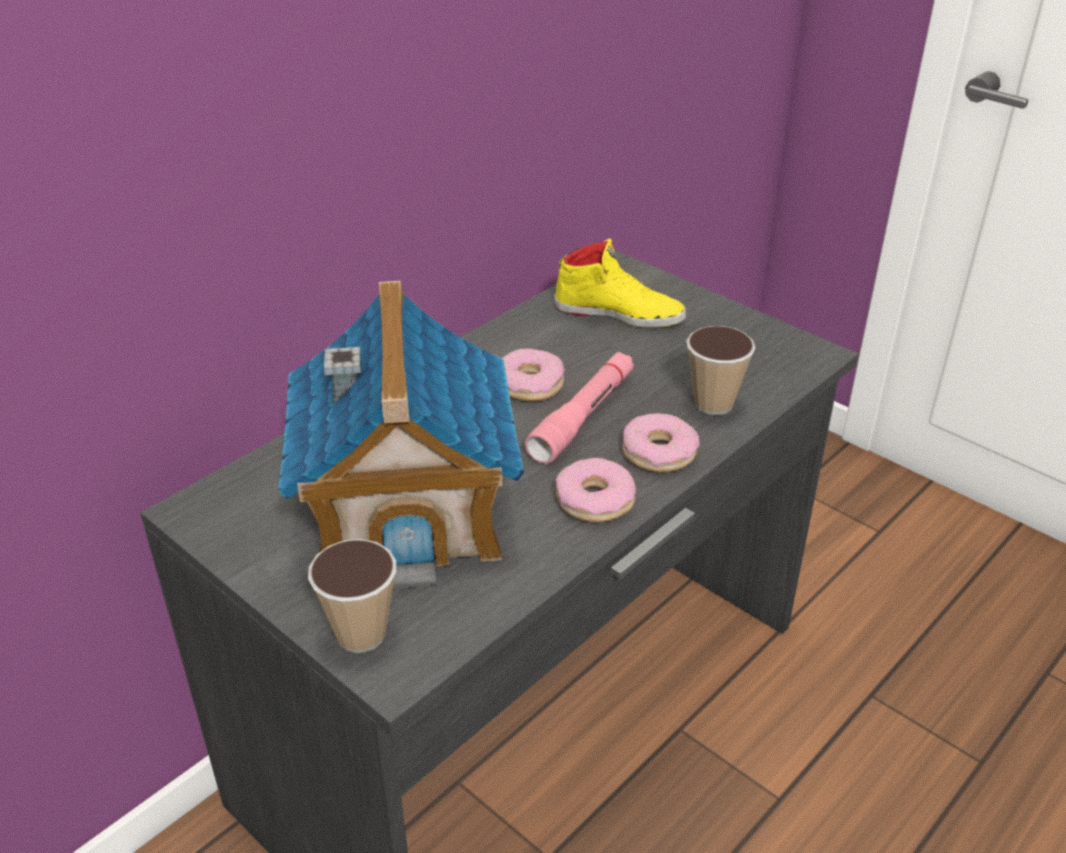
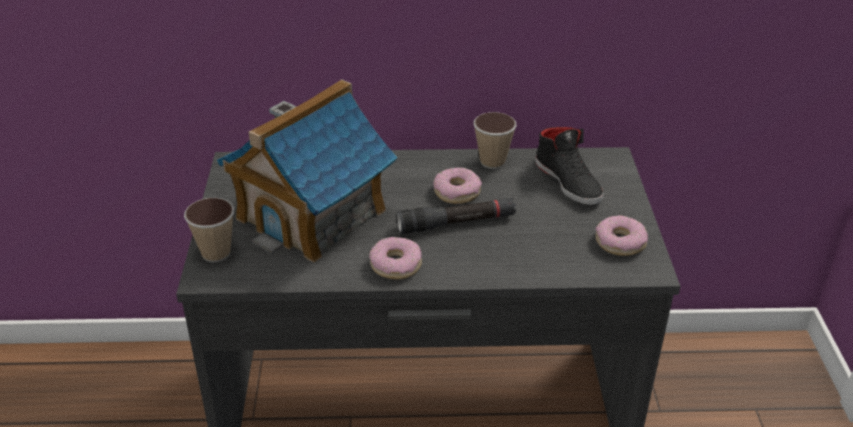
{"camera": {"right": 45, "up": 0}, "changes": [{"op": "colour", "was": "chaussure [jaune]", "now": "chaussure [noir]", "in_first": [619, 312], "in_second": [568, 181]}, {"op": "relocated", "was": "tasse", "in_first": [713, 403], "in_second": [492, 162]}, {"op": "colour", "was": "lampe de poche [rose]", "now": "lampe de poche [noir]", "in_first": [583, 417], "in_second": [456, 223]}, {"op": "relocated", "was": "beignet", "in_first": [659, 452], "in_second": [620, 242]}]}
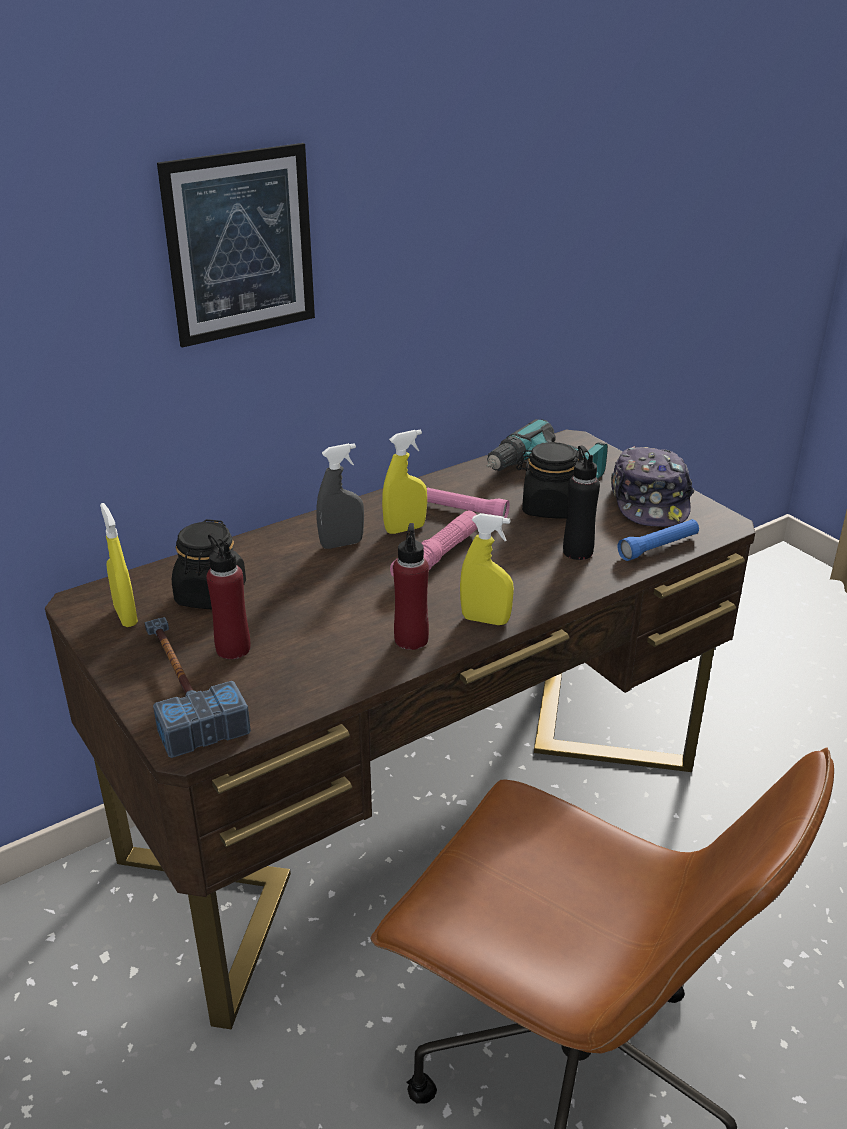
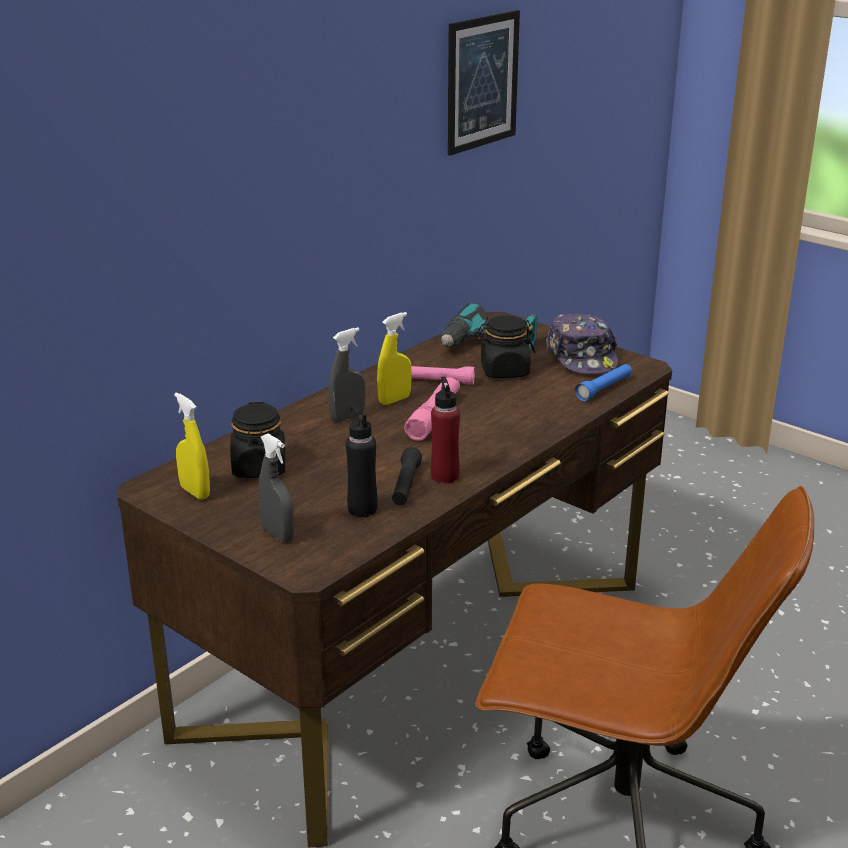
{"camera": {"right": -15, "up": -5}, "changes": [{"op": "relocated", "was": "tableau", "in_first": [240, 245], "in_second": [482, 82]}, {"op": "relocated", "was": "bouteille [noir]", "in_first": [577, 551], "in_second": [362, 509]}, {"op": "missing", "was": "vaporisateur [jaune]", "in_first": [485, 620]}, {"op": "missing", "was": "bouteille [rouge]", "in_first": [233, 648]}, {"op": "exchanged", "was": "marteau", "now": "vaporisateur [gris]", "in_first": [182, 688], "in_second": [278, 535]}, {"op": "appeared", "now": "lampe de poche [noir]", "in_second": [406, 485]}]}
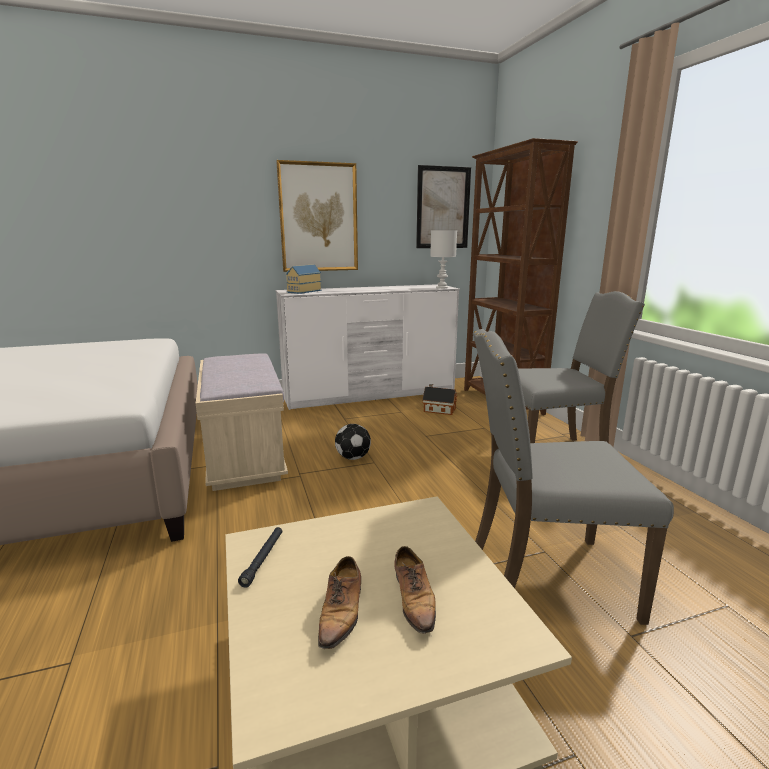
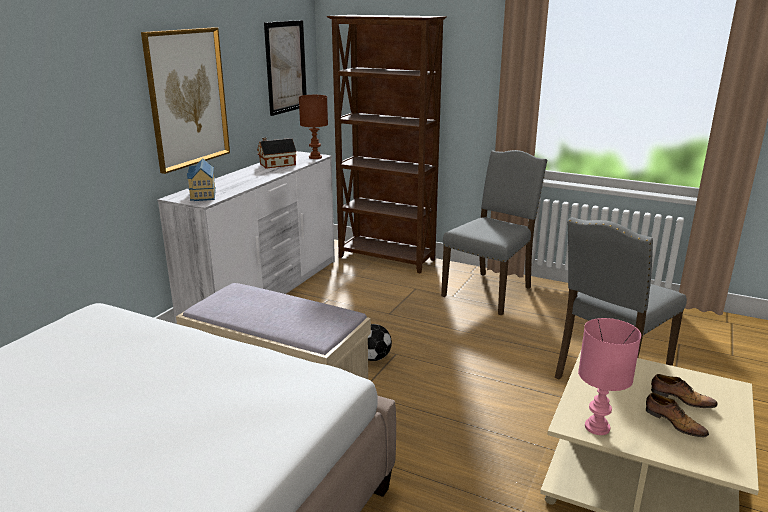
{"camera": {"right": -45, "up": 5}, "changes": [{"op": "colour", "was": "lampe de table [blanc]", "now": "lampe de table [marron]", "in_first": [441, 288], "in_second": [315, 157]}, {"op": "relocated", "was": "maison miniature", "in_first": [438, 410], "in_second": [276, 164]}, {"op": "exchanged", "was": "lampe de poche [noir]", "now": "lampe de table [rose]", "in_first": [263, 559], "in_second": [596, 427]}]}
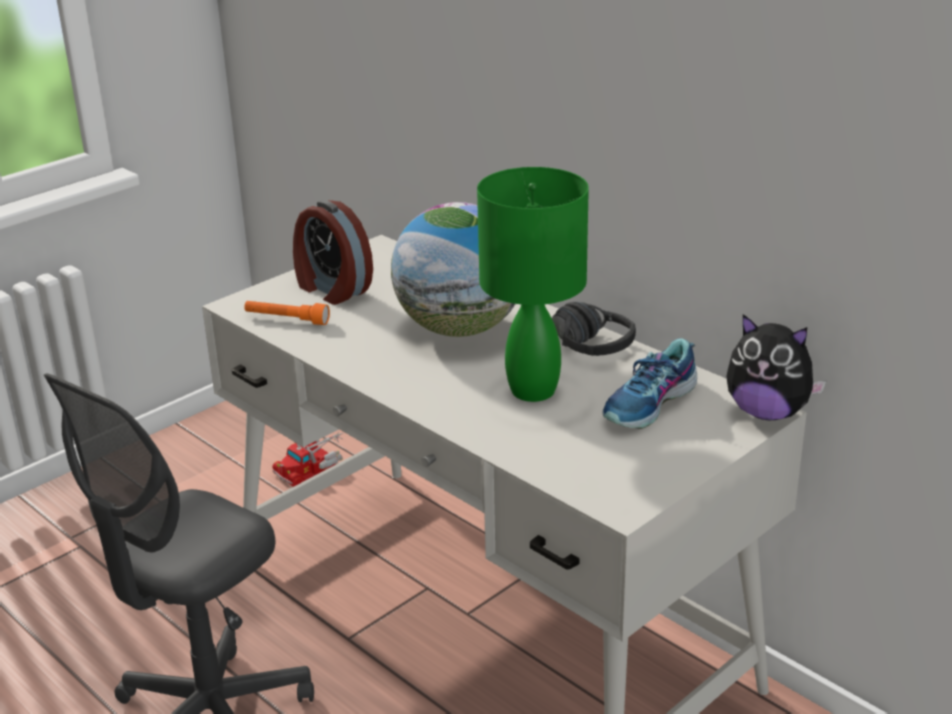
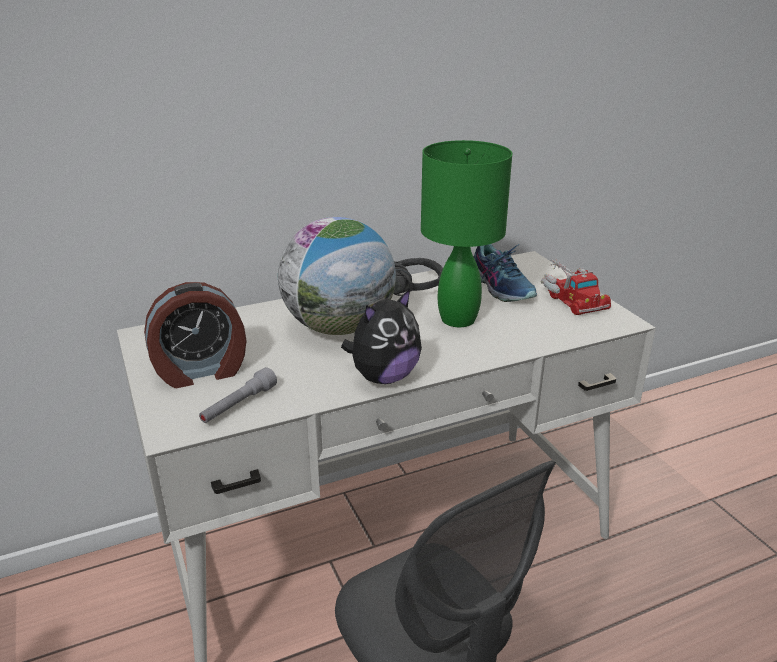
{"camera": {"right": -70, "up": 0}, "changes": [{"op": "colour", "was": "lampe de poche [orange]", "now": "lampe de poche [gris]", "in_first": [286, 320], "in_second": [238, 405]}, {"op": "relocated", "was": "peluche", "in_first": [767, 412], "in_second": [384, 377]}, {"op": "relocated", "was": "camion jouet", "in_first": [312, 467], "in_second": [571, 297]}]}
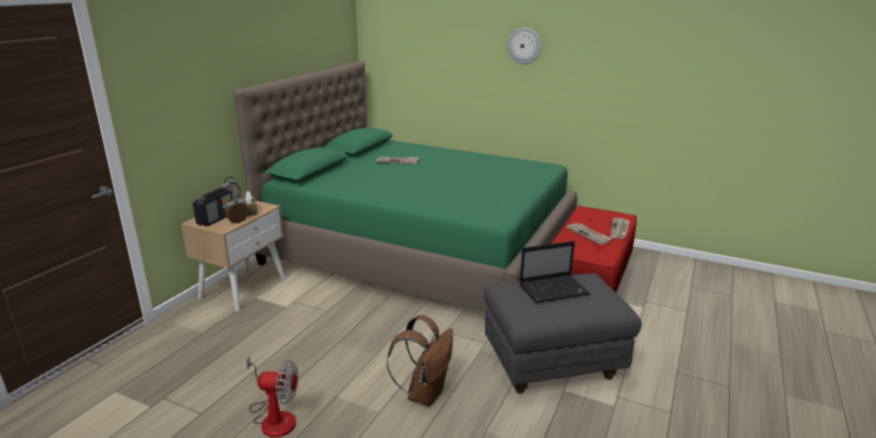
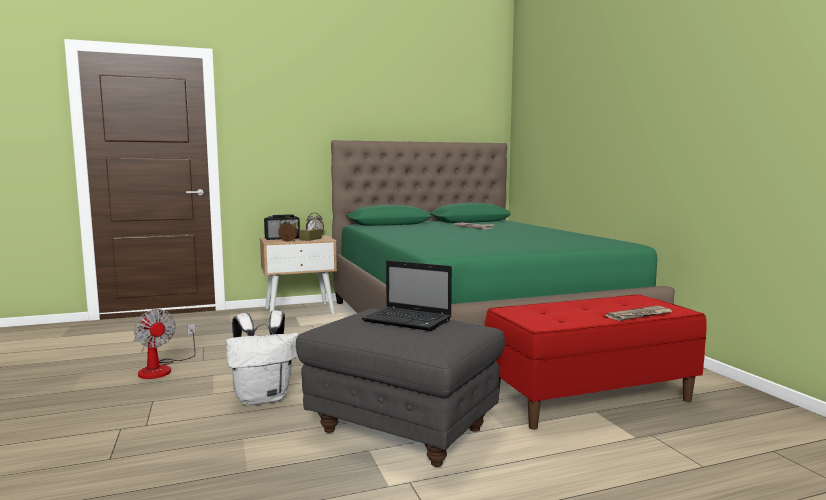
{"camera": {"right": 45, "up": -15}, "changes": [{"op": "missing", "was": "horloge murale", "in_first": [524, 45]}, {"op": "missing", "was": "journal", "in_first": [589, 235]}, {"op": "colour", "was": "sac à dos [marron]", "now": "sac à dos [blanc]", "in_first": [425, 393], "in_second": [263, 398]}]}
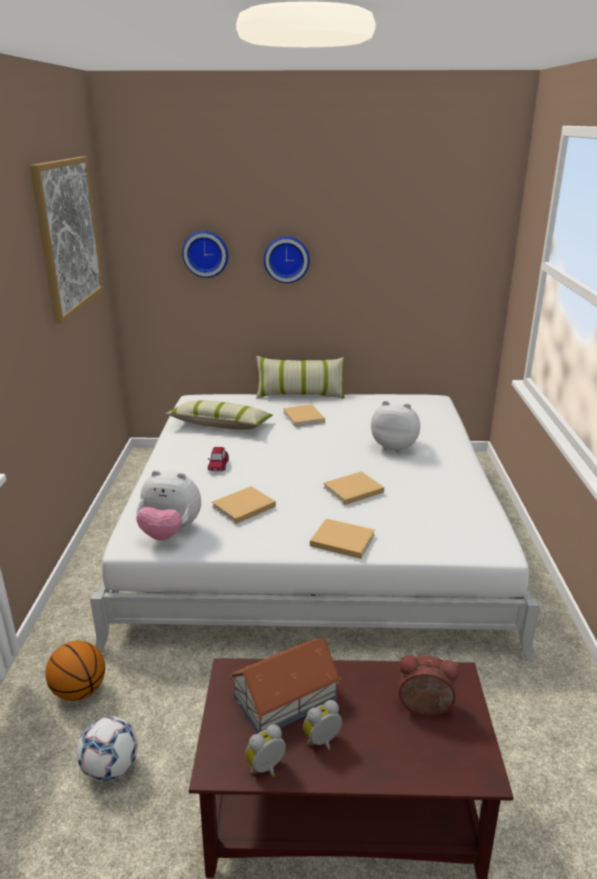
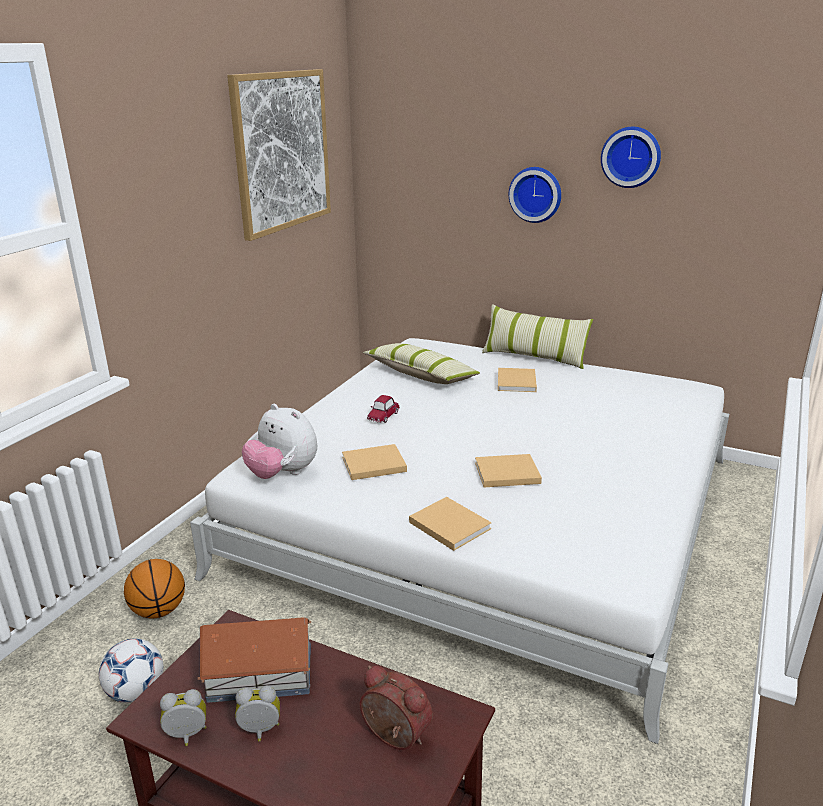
{"camera": {"right": 25, "up": 0}, "changes": [{"op": "relocated", "was": "horloge murale", "in_first": [206, 253], "in_second": [631, 157]}, {"op": "missing", "was": "peluche", "in_first": [395, 447]}]}
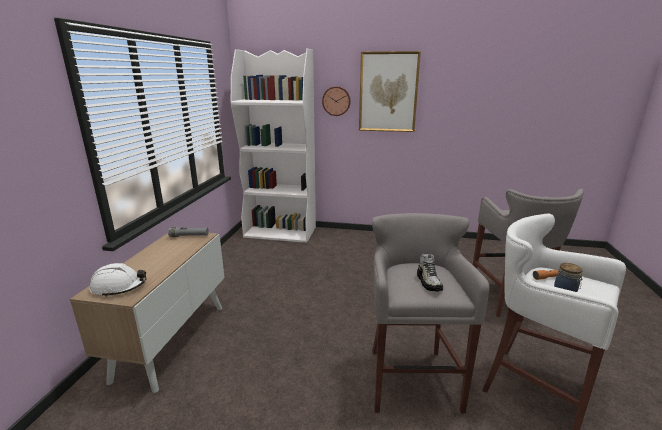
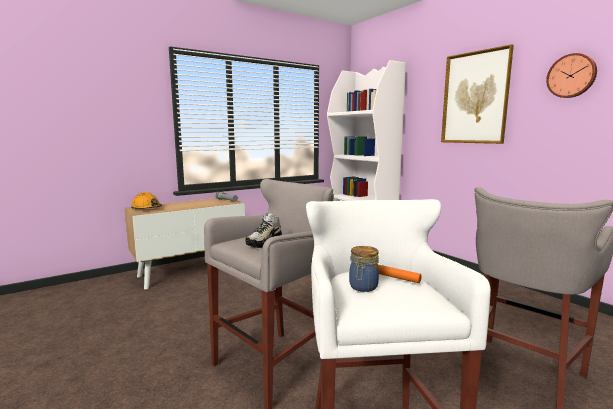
{"camera": {"right": 45, "up": -10}, "changes": [{"op": "relocated", "was": "horloge murale", "in_first": [336, 101], "in_second": [571, 76]}, {"op": "colour", "was": "casque de chantier [blanc]", "now": "casque de chantier [orange]", "in_first": [119, 287], "in_second": [147, 208]}]}
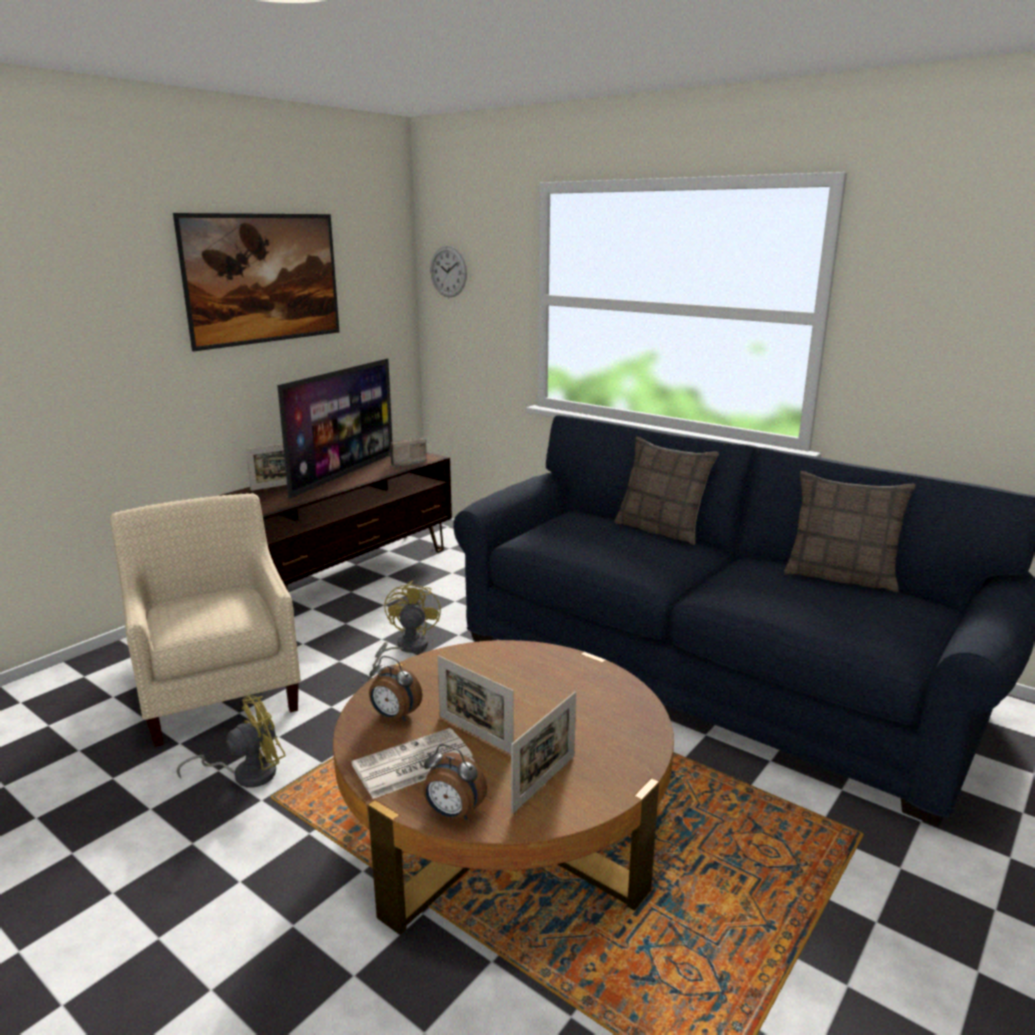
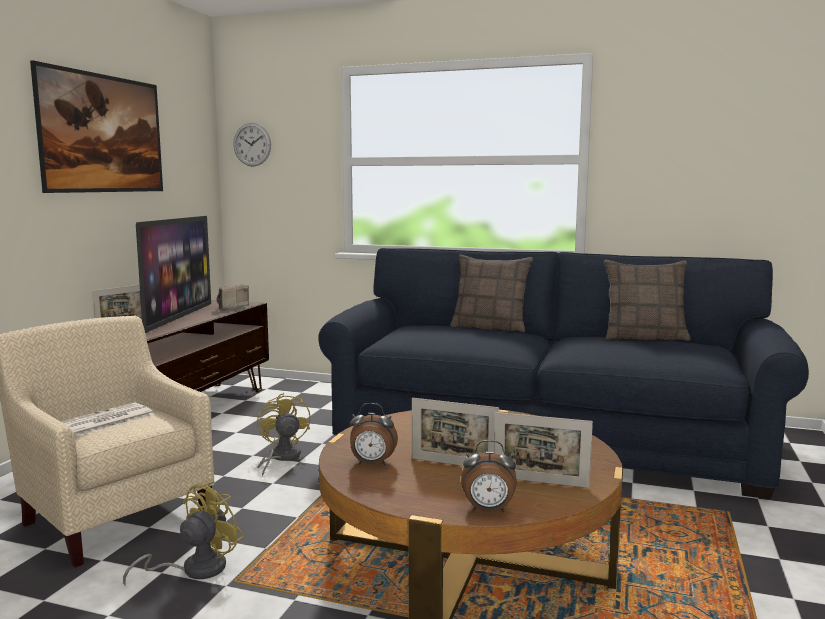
{"camera": {"right": -20, "up": -10}, "changes": [{"op": "spun", "was": "cadre photo", "in_first": [544, 783], "in_second": [540, 482], "clockwise": 90}, {"op": "relocated", "was": "journal", "in_first": [412, 764], "in_second": [105, 421]}]}
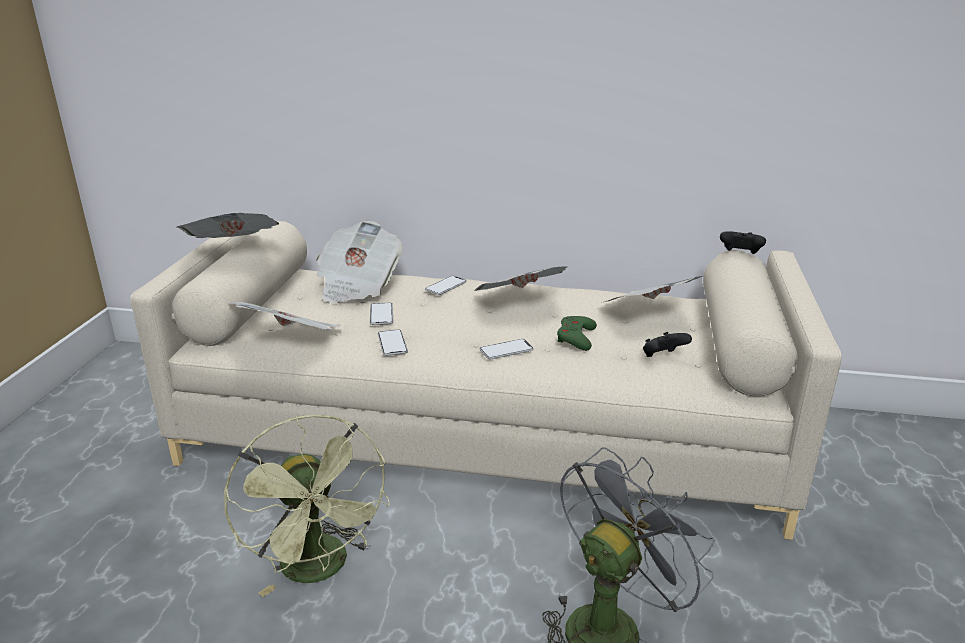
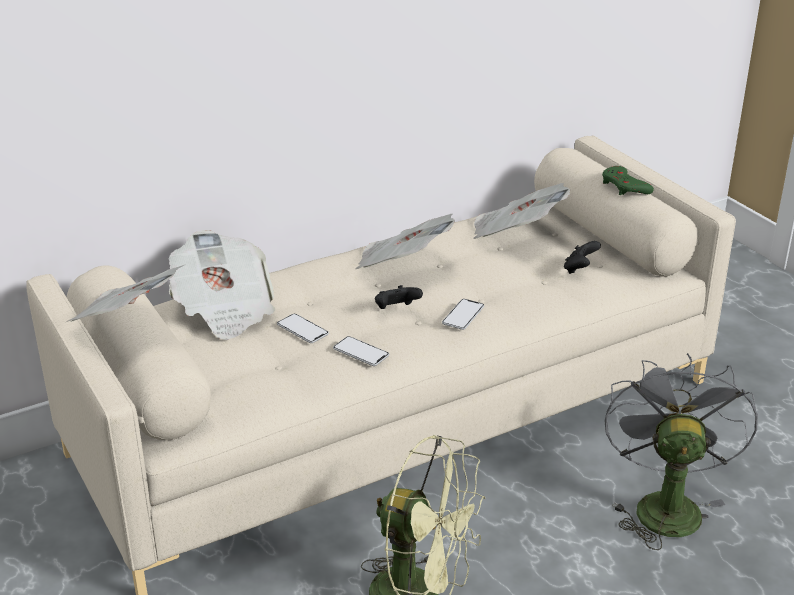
{"camera": {"right": -40, "up": 5}, "changes": [{"op": "relocated", "was": "manette [noir]", "in_first": [740, 254], "in_second": [396, 310]}, {"op": "missing", "was": "téléphone", "in_first": [446, 286]}, {"op": "missing", "was": "journal", "in_first": [292, 341]}, {"op": "relocated", "was": "manette [vert]", "in_first": [576, 337], "in_second": [624, 186]}]}
